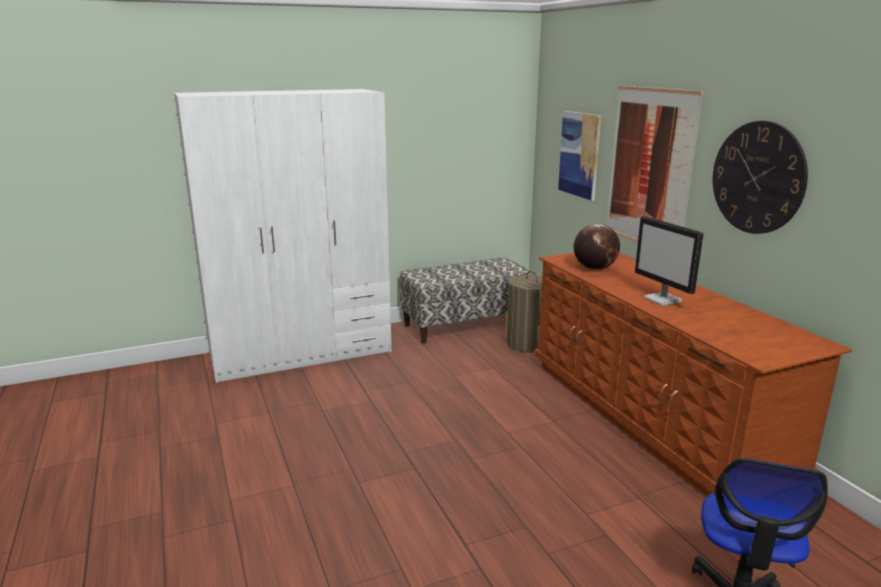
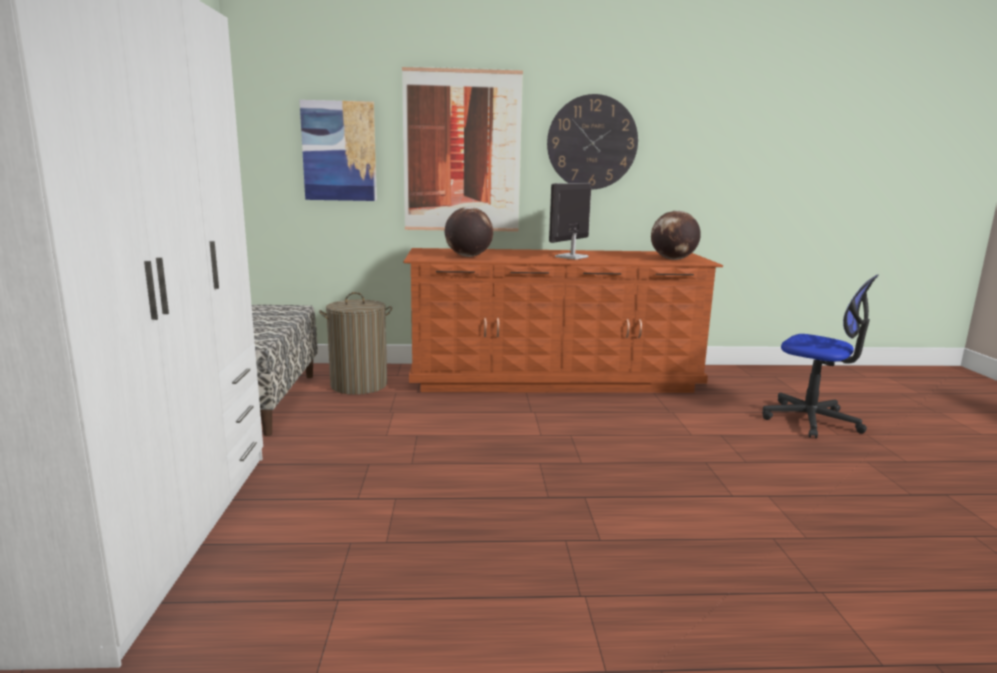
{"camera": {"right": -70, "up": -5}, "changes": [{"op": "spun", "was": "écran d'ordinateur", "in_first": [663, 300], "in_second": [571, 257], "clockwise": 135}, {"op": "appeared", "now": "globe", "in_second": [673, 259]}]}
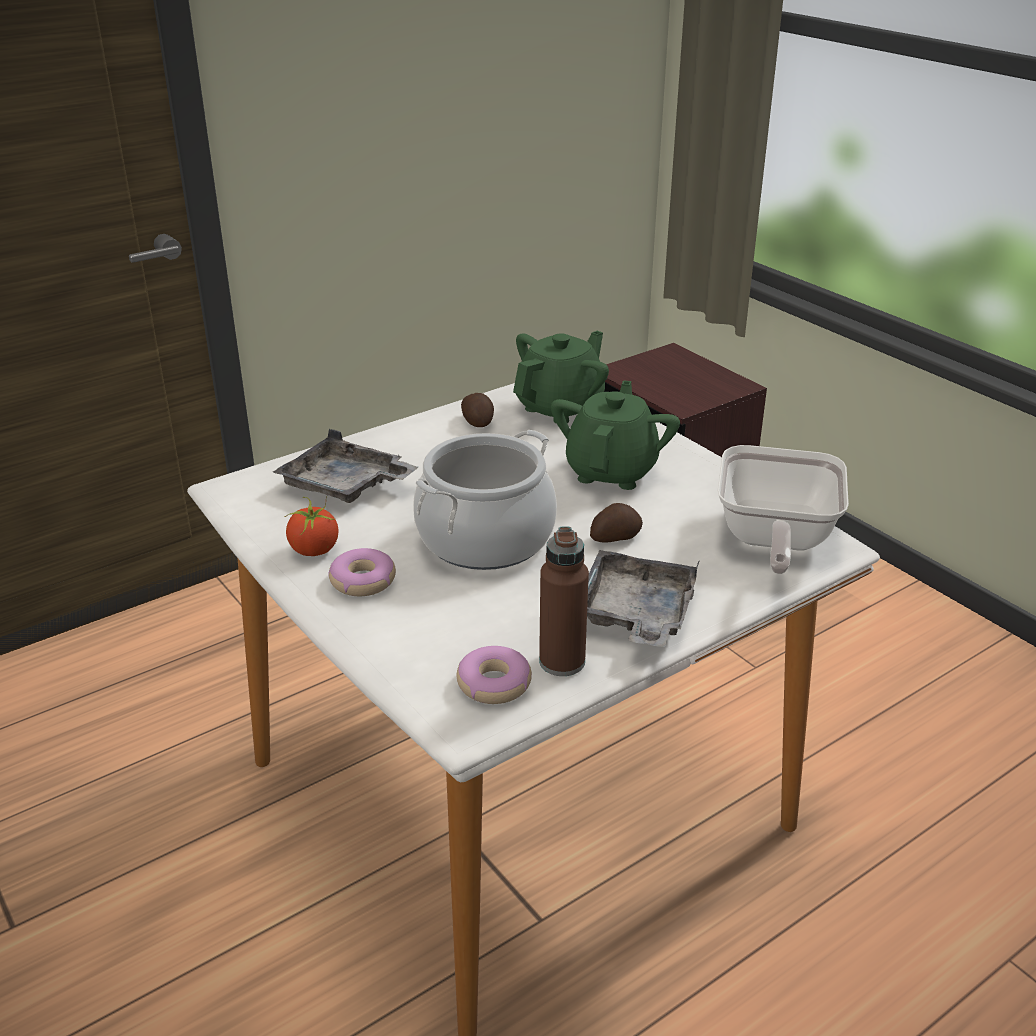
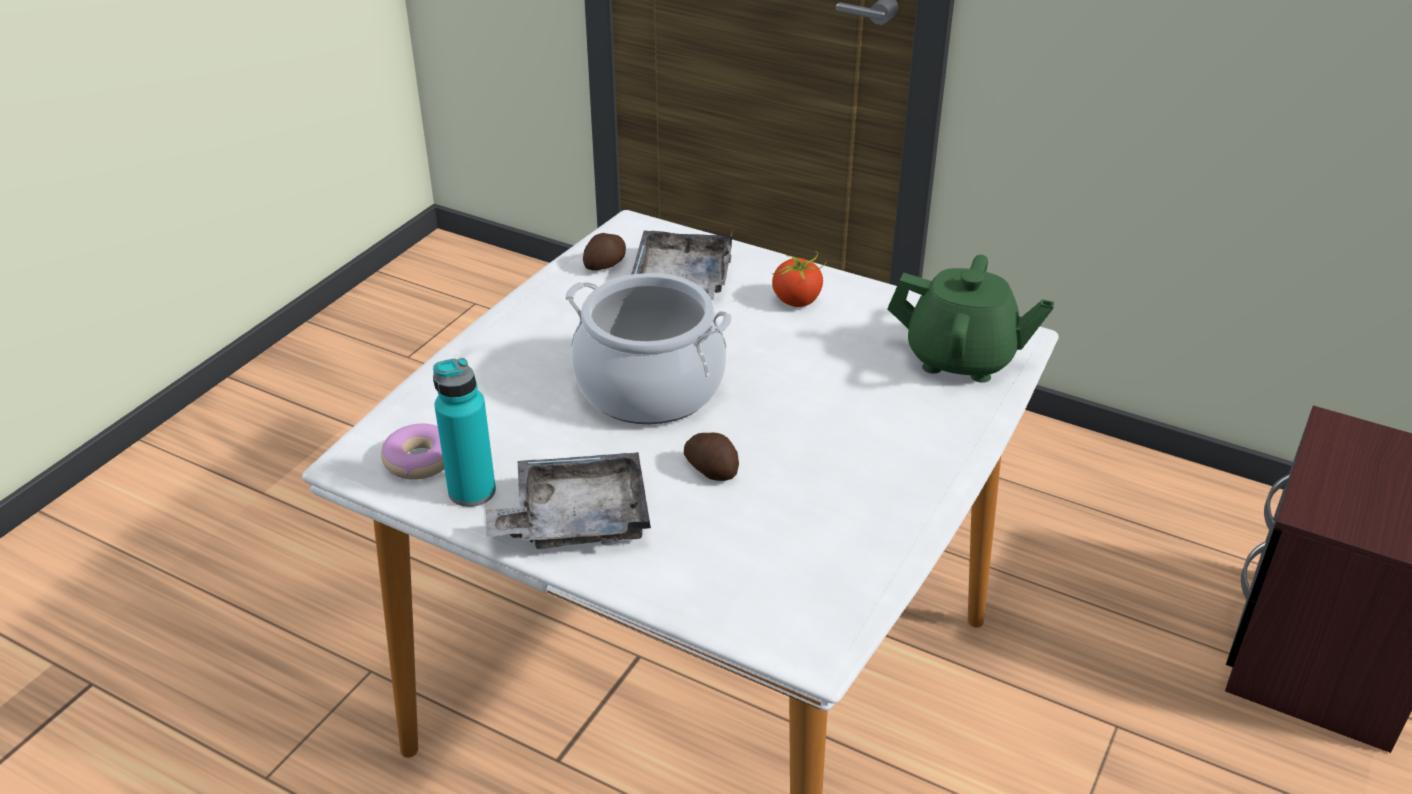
{"camera": {"right": 65, "up": 5}, "changes": [{"op": "missing", "was": "théière [vert]", "in_first": [612, 471]}, {"op": "relocated", "was": "pomme de terre", "in_first": [477, 421], "in_second": [606, 265]}, {"op": "missing", "was": "poêle", "in_first": [773, 541]}, {"op": "relocated", "was": "tomate", "in_first": [314, 550], "in_second": [797, 300]}, {"op": "colour", "was": "bouteille [marron]", "now": "bouteille [turquoise]", "in_first": [562, 662], "in_second": [472, 491]}, {"op": "missing", "was": "beignet", "in_first": [362, 581]}]}
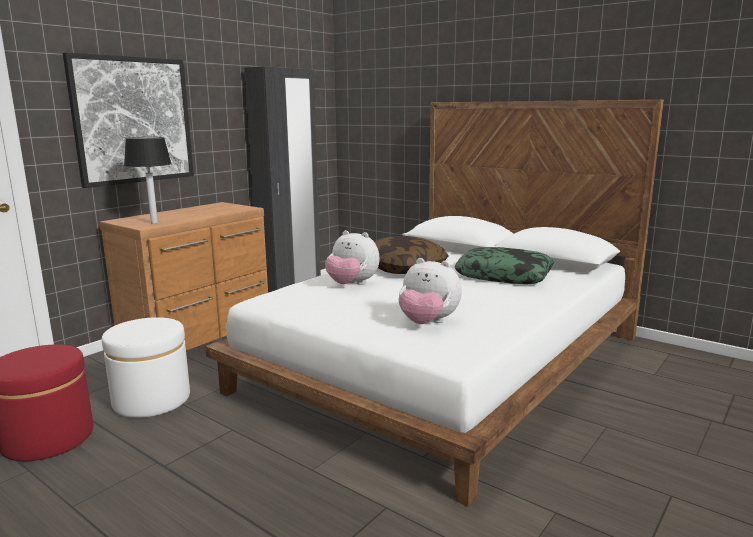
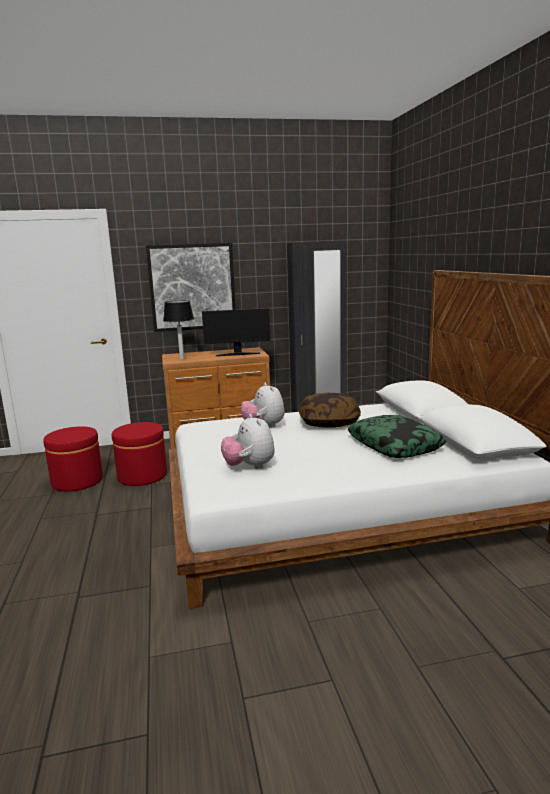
{"camera": {"right": 40, "up": 0}, "changes": [{"op": "colour", "was": "pouf [blanc]", "now": "pouf [rouge]", "in_first": [151, 400], "in_second": [142, 476]}, {"op": "appeared", "now": "écran d'ordinateur", "in_second": [238, 354]}]}
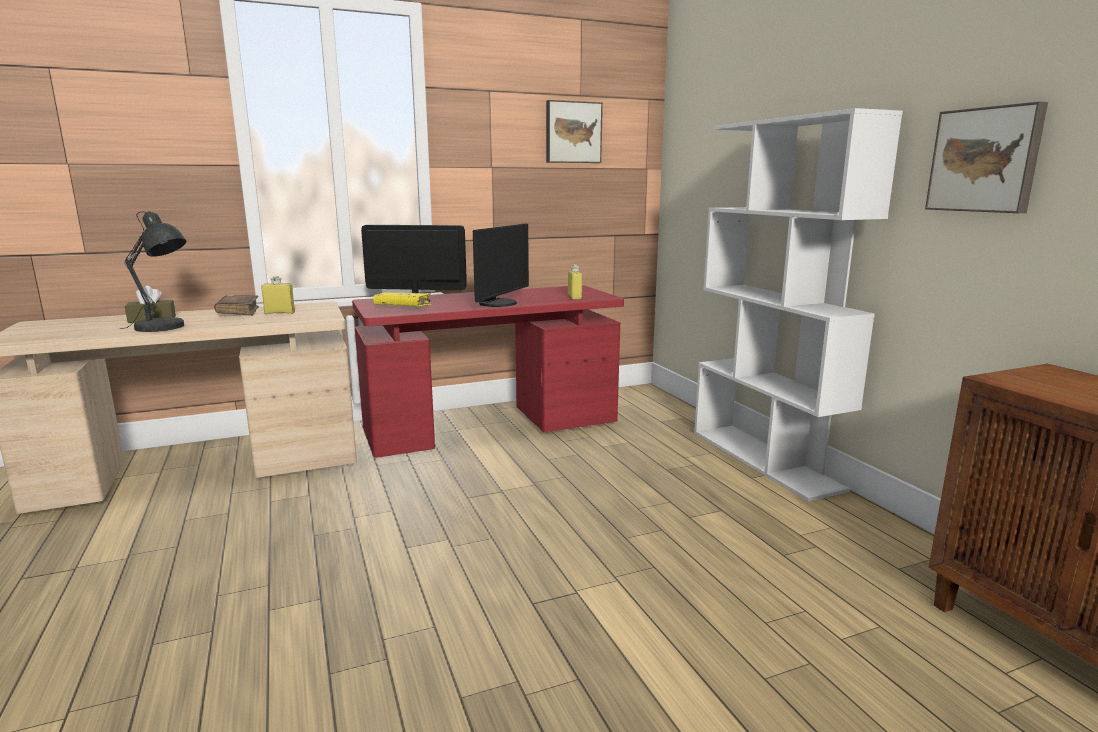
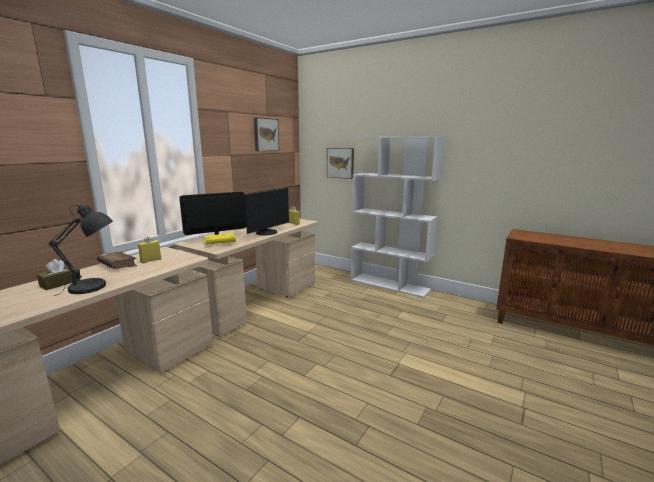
{"camera": {"right": -35, "up": 0}, "changes": [{"op": "relocated", "was": "tableau", "in_first": [985, 160], "in_second": [340, 163]}, {"op": "spun", "was": "écran d'ordinateur", "in_first": [499, 303], "in_second": [267, 232], "clockwise": 45}, {"op": "colour", "was": "bureau [rouge]", "now": "bureau [beige]", "in_first": [492, 428], "in_second": [258, 302]}]}
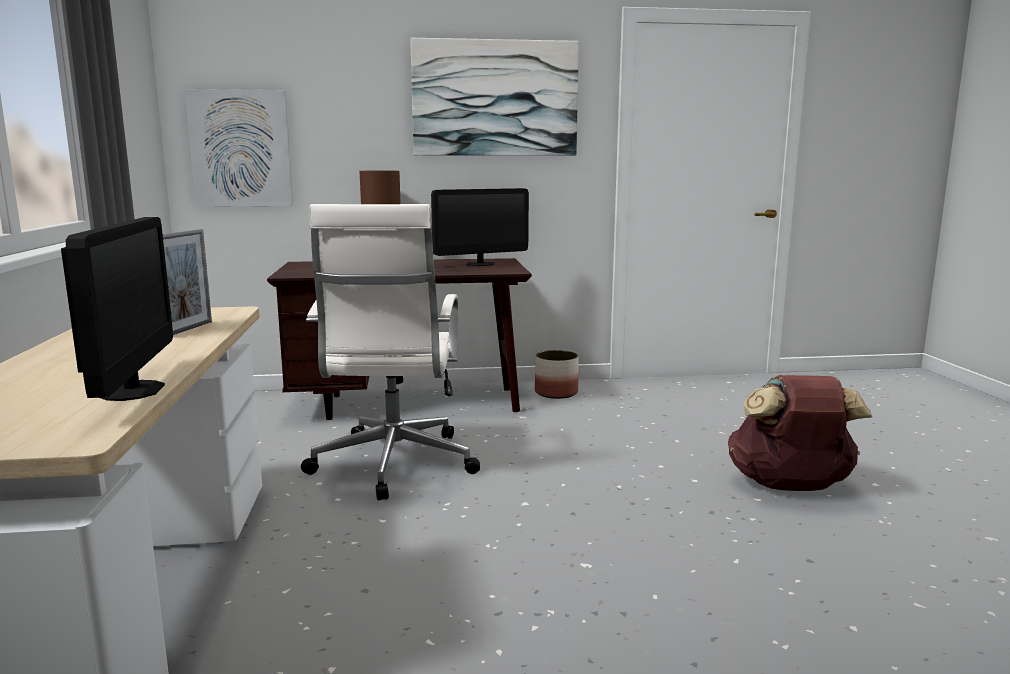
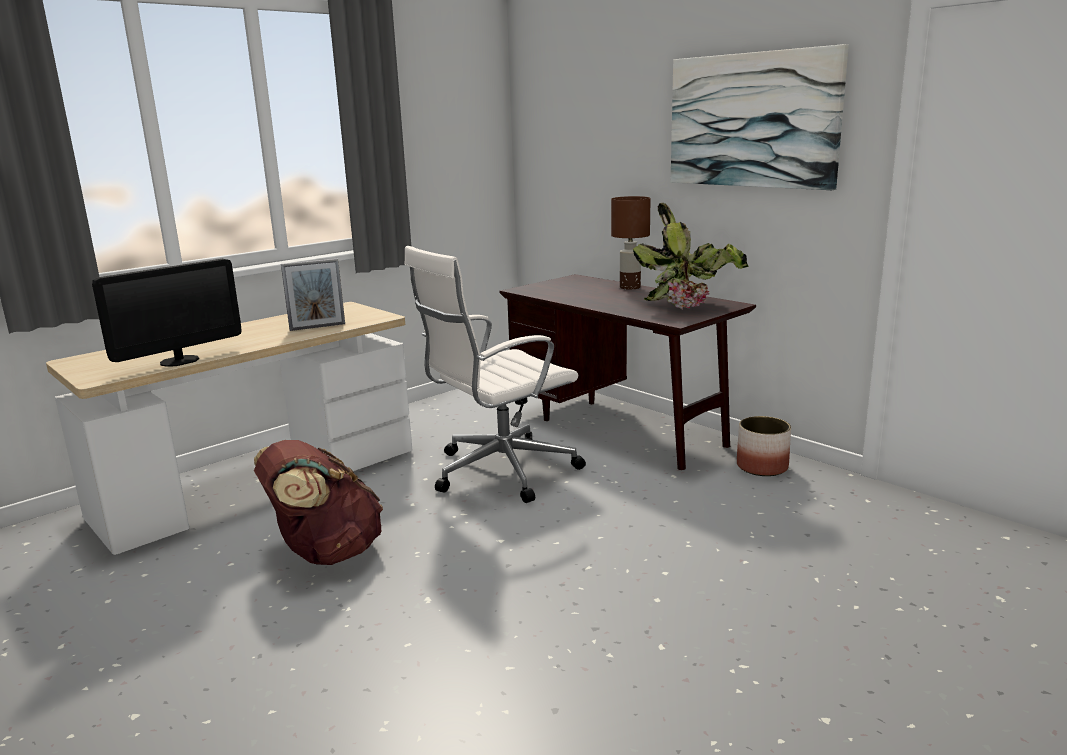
{"camera": {"right": 55, "up": 5}, "changes": [{"op": "missing", "was": "tableau", "in_first": [241, 149]}, {"op": "exchanged", "was": "écran d'ordinateur", "now": "plante en pot", "in_first": [480, 264], "in_second": [690, 306]}, {"op": "relocated", "was": "sac à dos [marron]", "in_first": [790, 487], "in_second": [325, 553]}]}
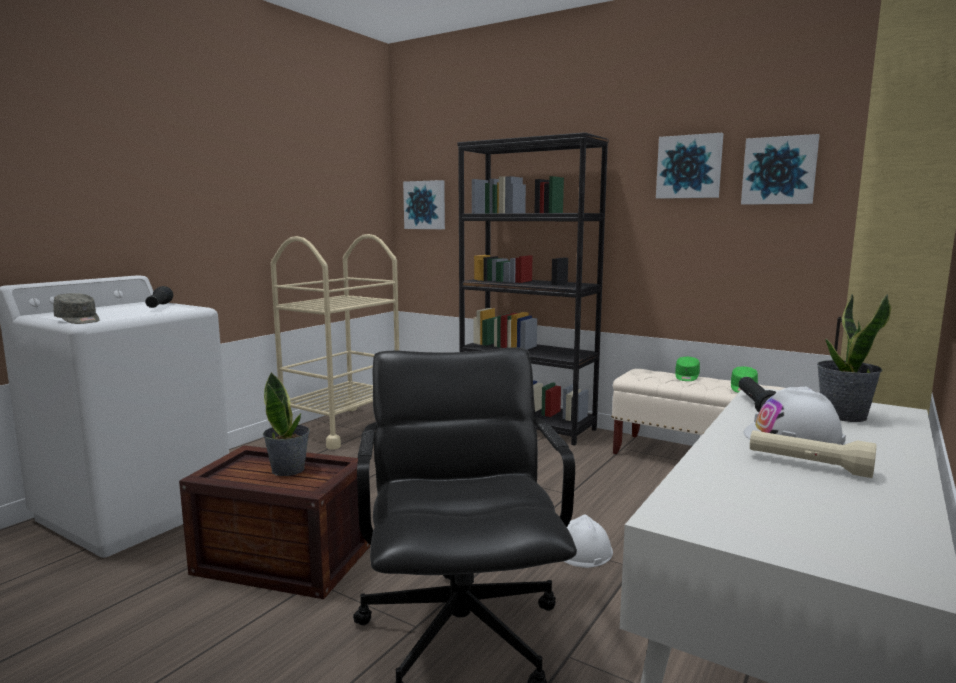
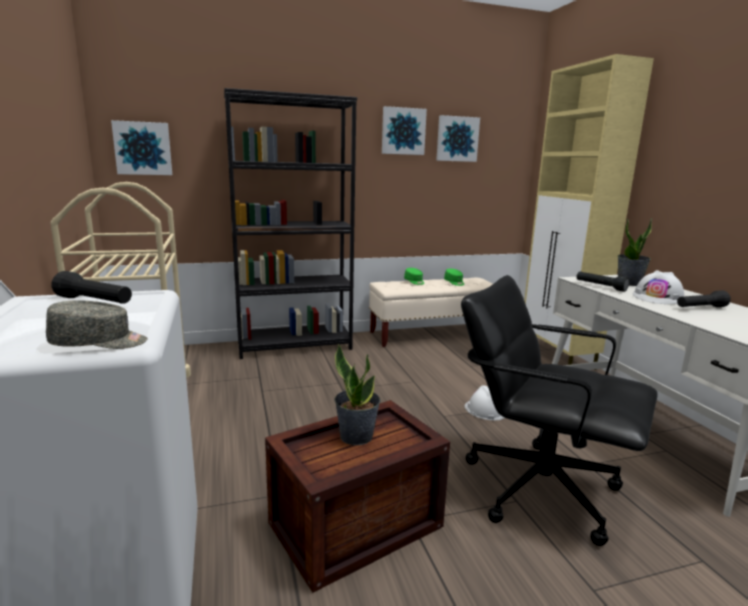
{"camera": {"right": -50, "up": 5}, "changes": [{"op": "colour", "was": "lampe de poche [beige]", "now": "lampe de poche [noir]", "in_first": [808, 465], "in_second": [700, 308]}]}
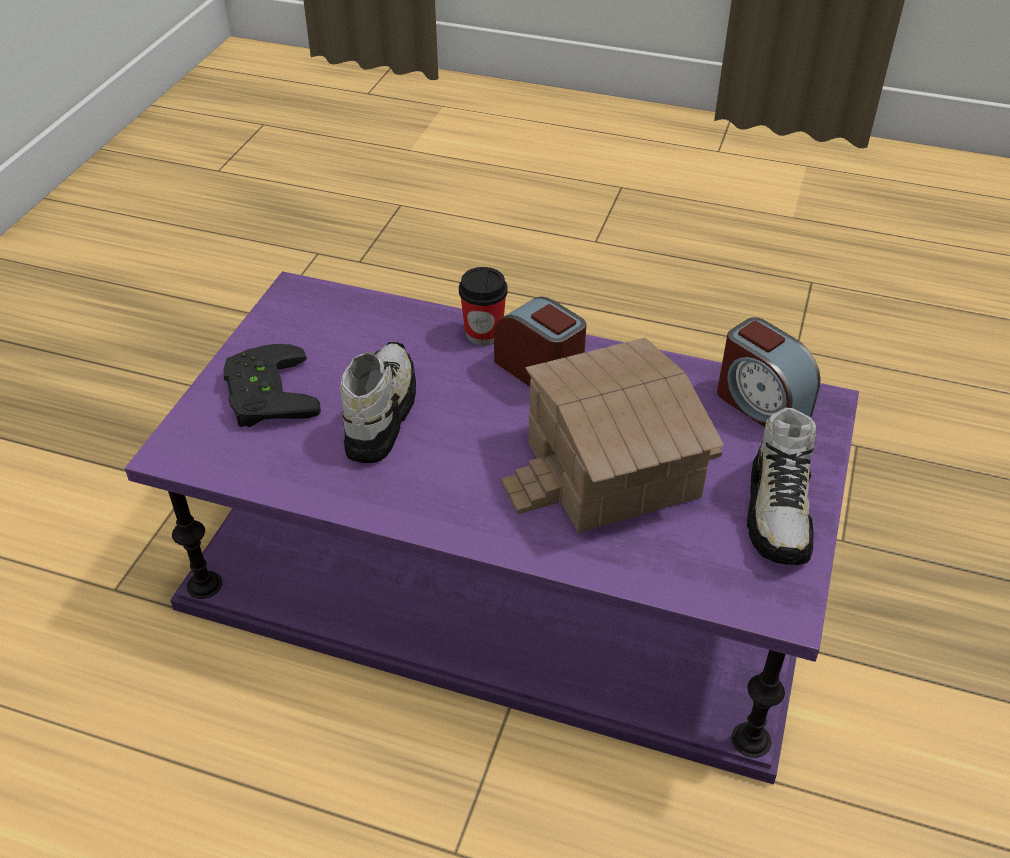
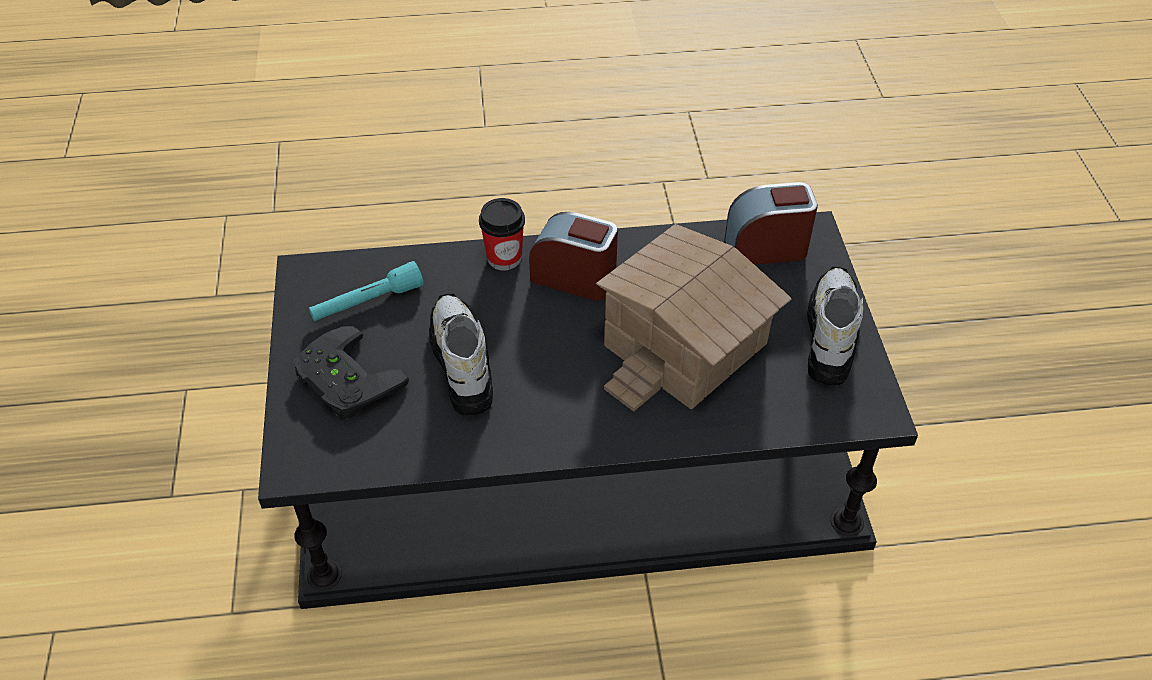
{"camera": {"right": -25, "up": 5}, "changes": [{"op": "colour", "was": "table basse [violet]", "now": "table basse [noir]", "in_first": [501, 570], "in_second": [573, 460]}, {"op": "spun", "was": "réveil", "in_first": [761, 404], "in_second": [766, 247], "clockwise": 150}, {"op": "spun", "was": "chaussure", "in_first": [778, 512], "in_second": [830, 335], "clockwise": -150}, {"op": "appeared", "now": "lampe de poche [turquoise]", "in_second": [367, 302]}]}
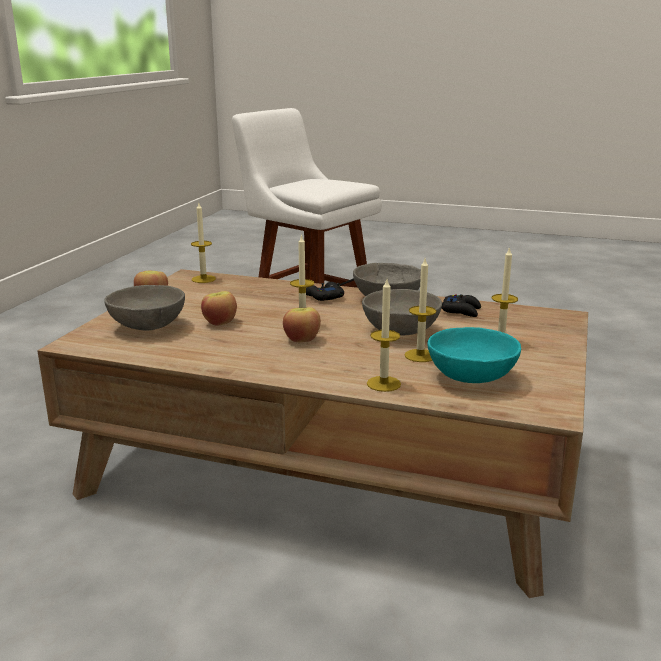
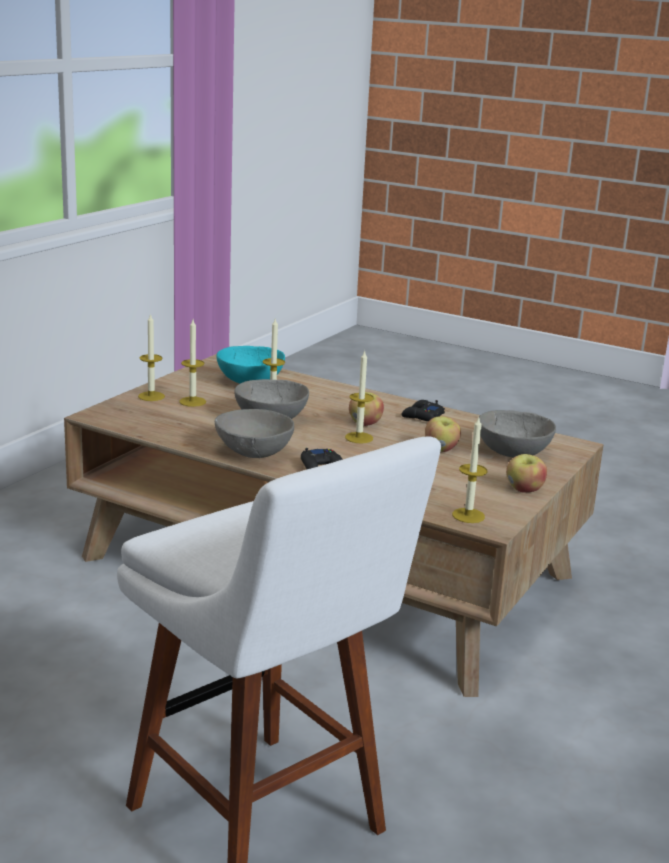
{"camera": {"right": -170, "up": 0}, "changes": [{"op": "relocated", "was": "bougie", "in_first": [383, 384], "in_second": [151, 396]}, {"op": "relocated", "was": "manette [noir]", "in_first": [461, 311], "in_second": [422, 416]}]}
